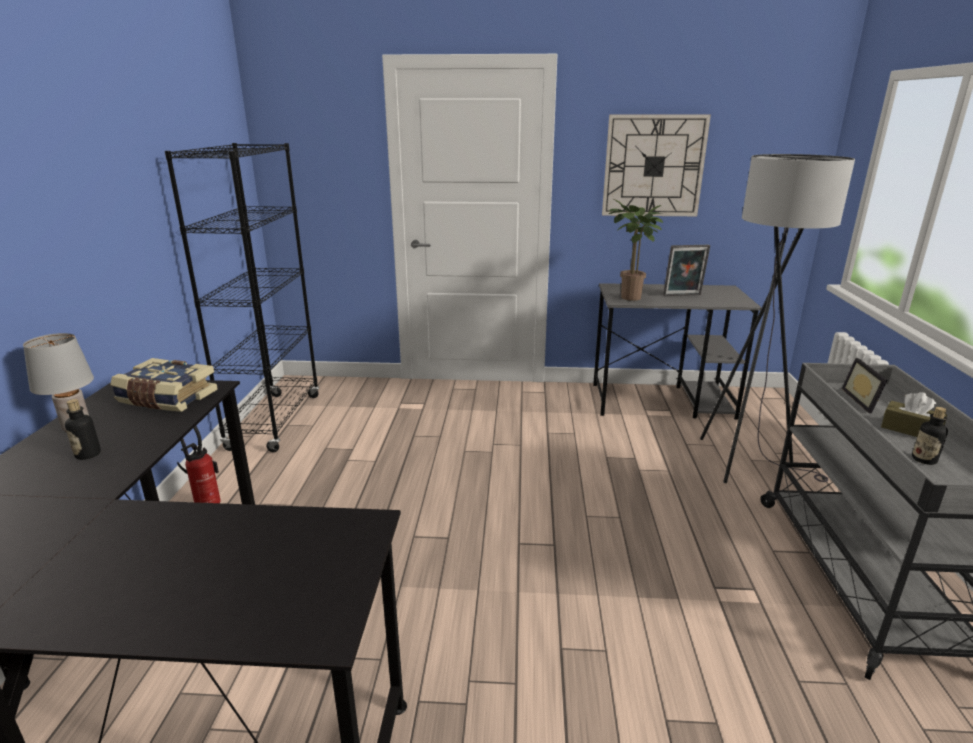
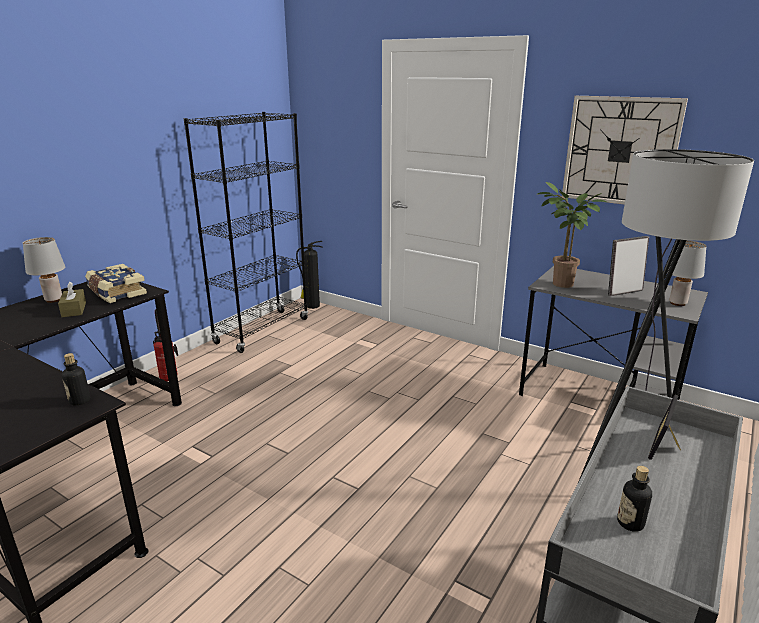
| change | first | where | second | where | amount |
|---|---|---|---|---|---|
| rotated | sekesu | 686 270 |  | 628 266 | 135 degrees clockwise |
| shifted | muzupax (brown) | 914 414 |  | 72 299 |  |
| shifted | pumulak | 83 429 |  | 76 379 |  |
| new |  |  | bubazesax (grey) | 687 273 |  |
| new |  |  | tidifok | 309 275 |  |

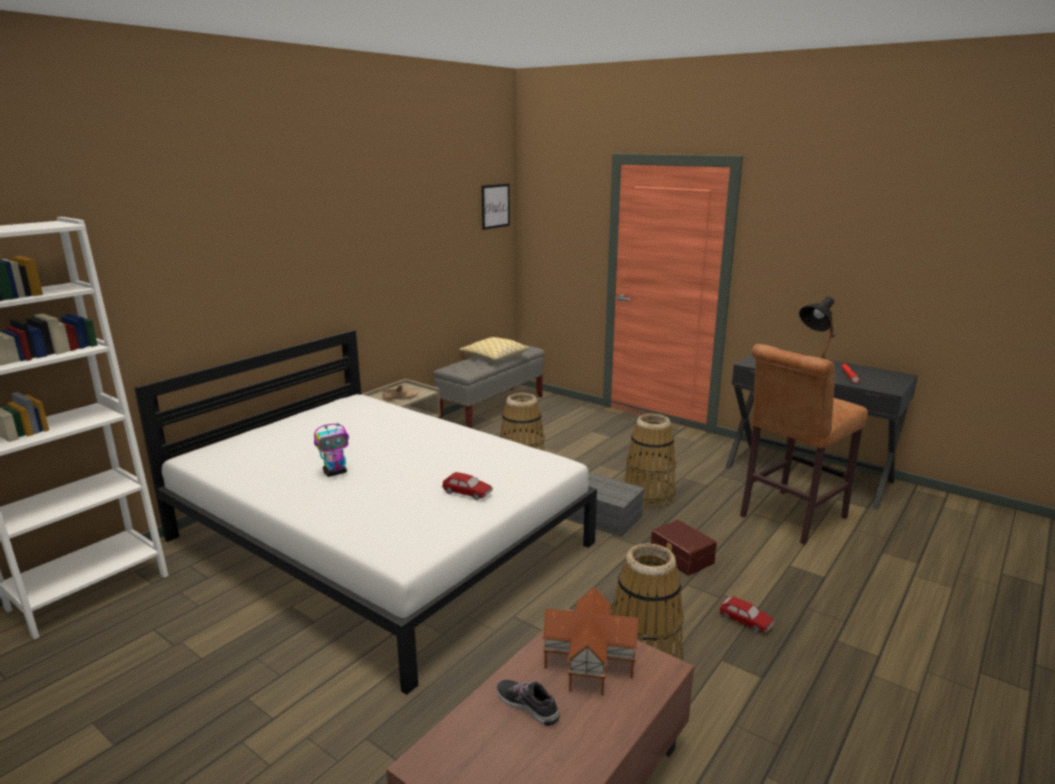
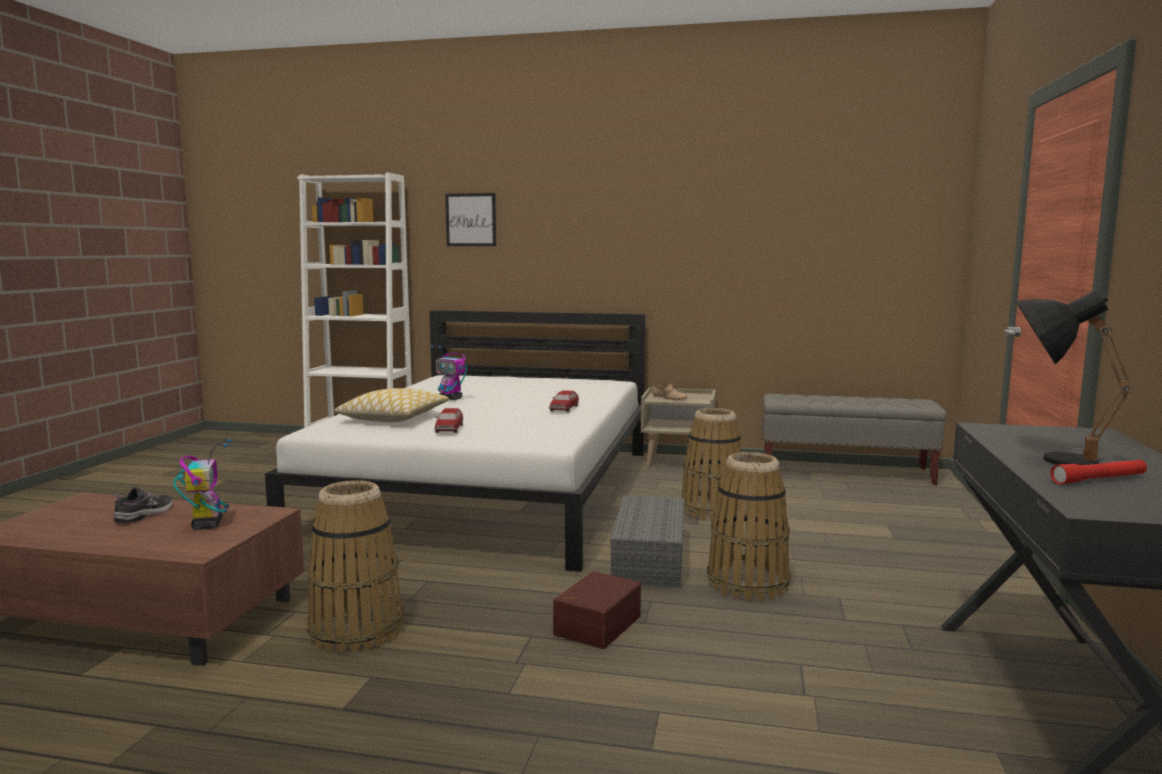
| change | first | where | second | where | amount |
|---|---|---|---|---|---|
| shifted | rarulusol | 495 207 |  | 470 219 |  |
| shifted | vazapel | 494 349 |  | 391 405 |  |
| gone | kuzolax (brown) | 804 444 |  |  |  |
| swapped | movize | 590 641 | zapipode | 202 484 |  |
| shifted | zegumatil | 746 614 |  | 564 401 |  |

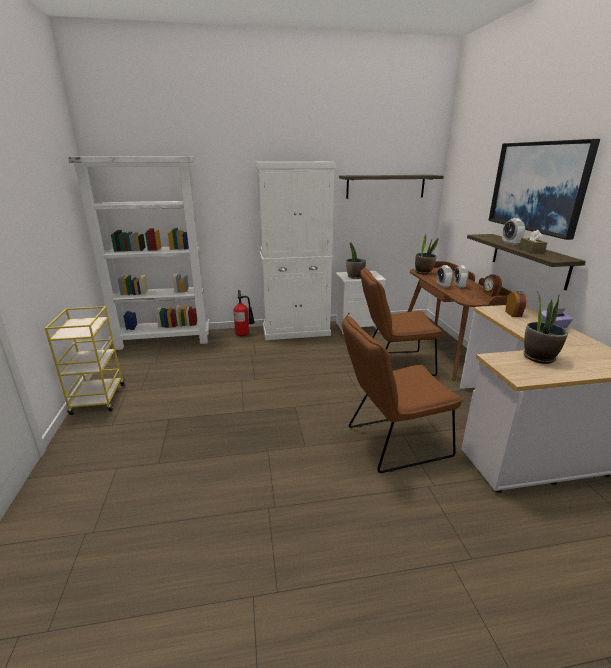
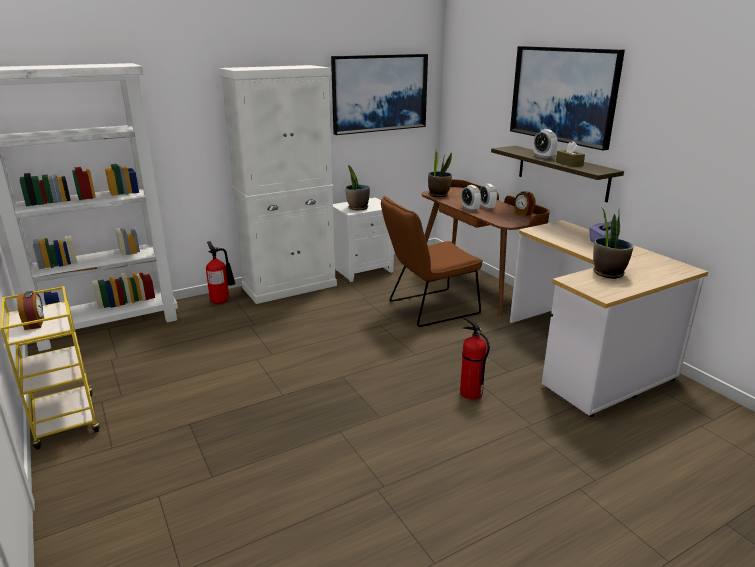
| change | first | where | second | where | amount |
|---|---|---|---|---|---|
| swapped | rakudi | 391 187 | rarulusol | 379 94 |  |
| shifted | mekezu | 516 304 |  | 30 310 |  |
| swapped | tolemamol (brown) | 402 394 | tidifok | 475 358 |  |

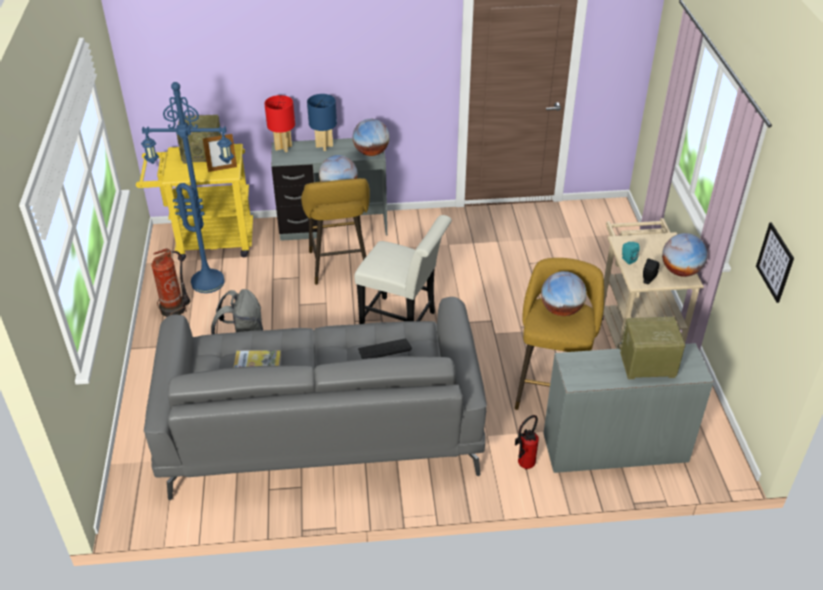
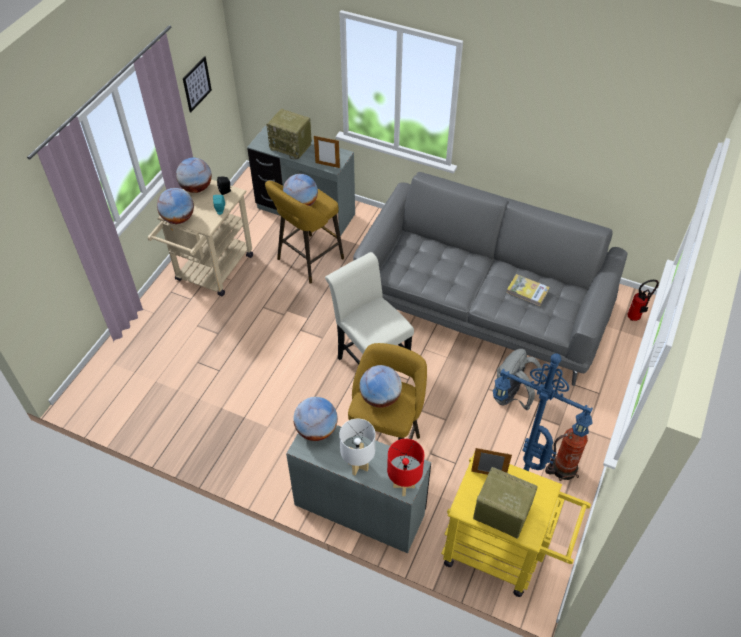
| change | first | where | second | where | amount |
|---|---|---|---|---|---|
| repainted | bubazesax (blue) | 322 122 | bubazesax (white) | 357 447 |  |
| gone | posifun | 385 348 |  |  |  |
| shifted | tidifok | 527 442 |  | 643 300 |  |
| new |  |  | sekesu | 327 152 |  |
| new |  |  | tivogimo | 175 206 |  |

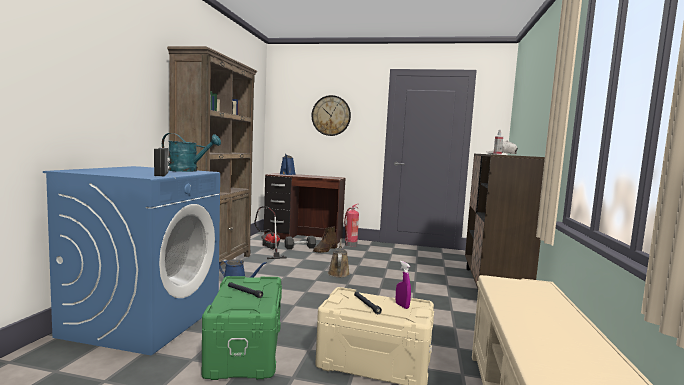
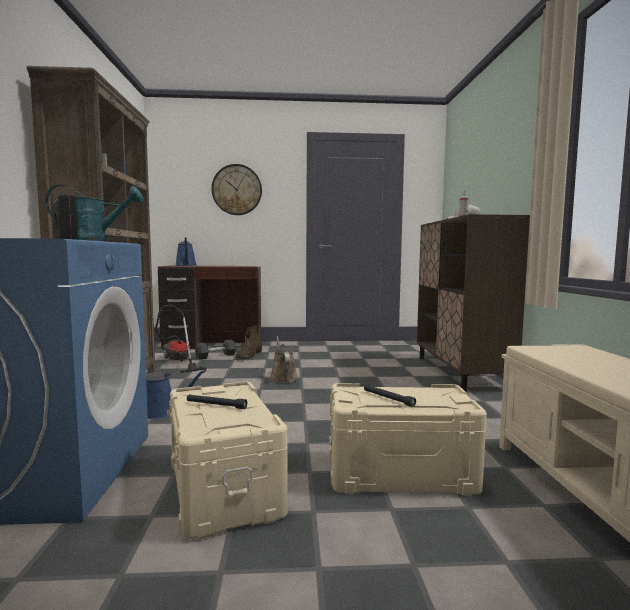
| change | first | where | second | where | amount |
|---|---|---|---|---|---|
| gone | tidifok | 351 225 |  |  |  |
| gone | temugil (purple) | 403 285 |  |  |  |
| repainted | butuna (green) | 242 328 | butuna (beige) | 228 460 |  |

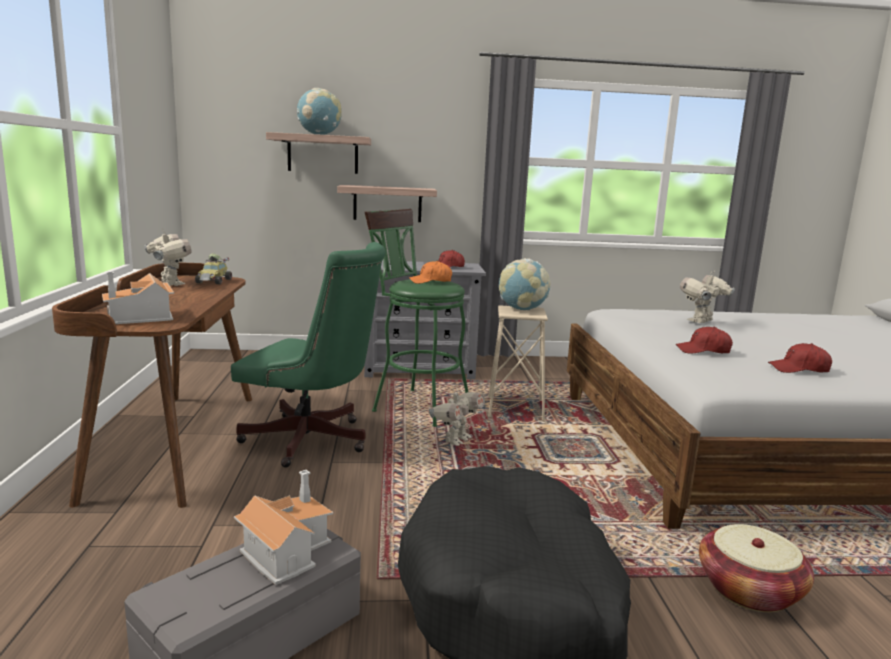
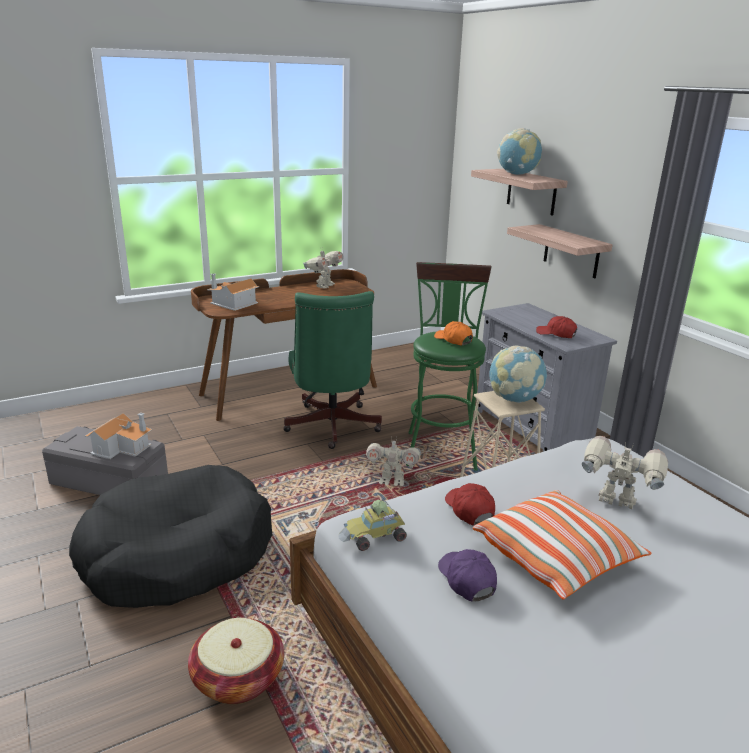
| change | first | where | second | where | amount |
|---|---|---|---|---|---|
| shifted | zegumatil | 213 268 |  | 372 525 |  |
| repainted | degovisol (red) | 800 358 | degovisol (purple) | 467 575 |  |
| new |  |  | vazapel | 562 545 |  |

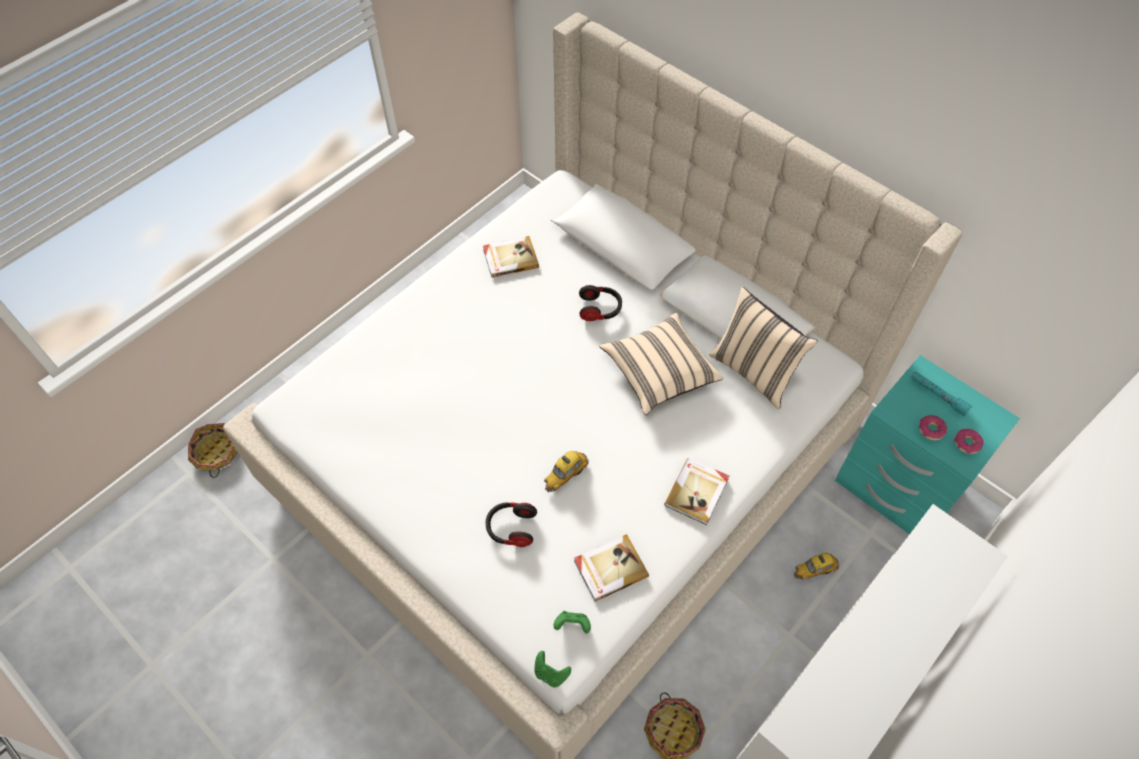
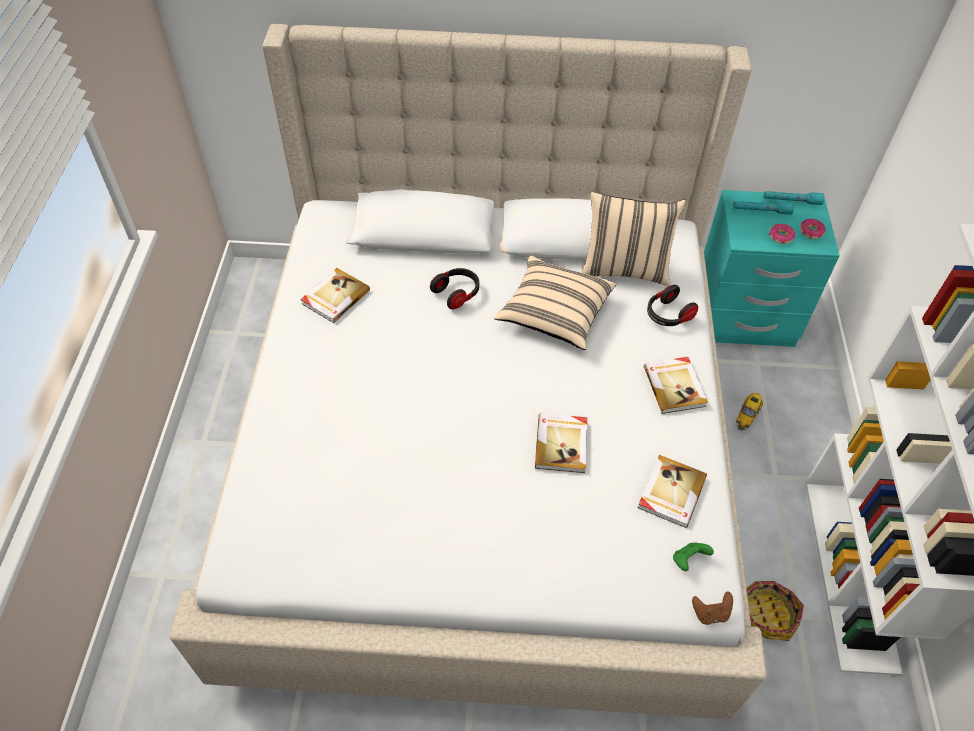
| change | first | where | second | where | amount |
|---|---|---|---|---|---|
| gone | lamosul | 212 450 |  |  |  |
| swapped | zegumatil | 566 471 | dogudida | 561 443 |  |
| shifted | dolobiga | 511 524 |  | 672 305 |  |
| repainted | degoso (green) | 552 669 | degoso (brown) | 712 608 |  |
| new |  |  | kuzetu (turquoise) | 793 198 |  |

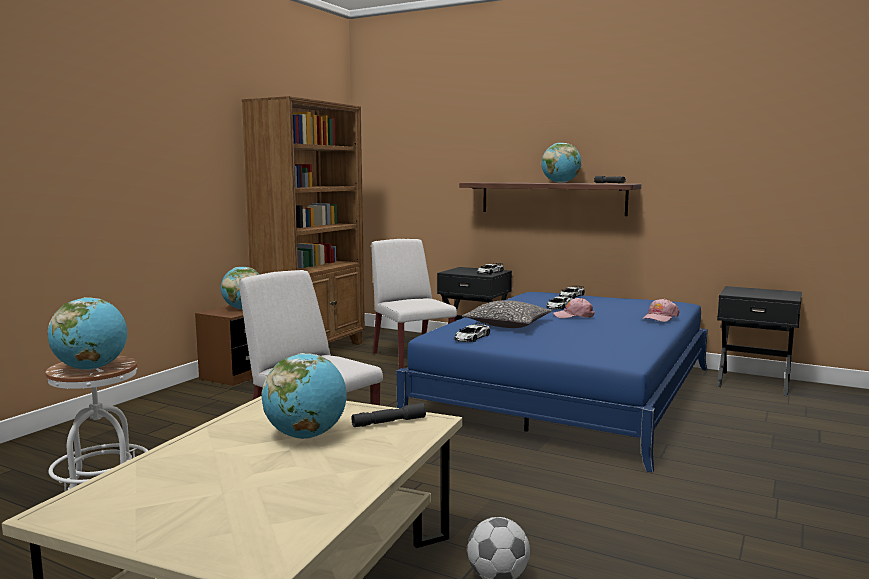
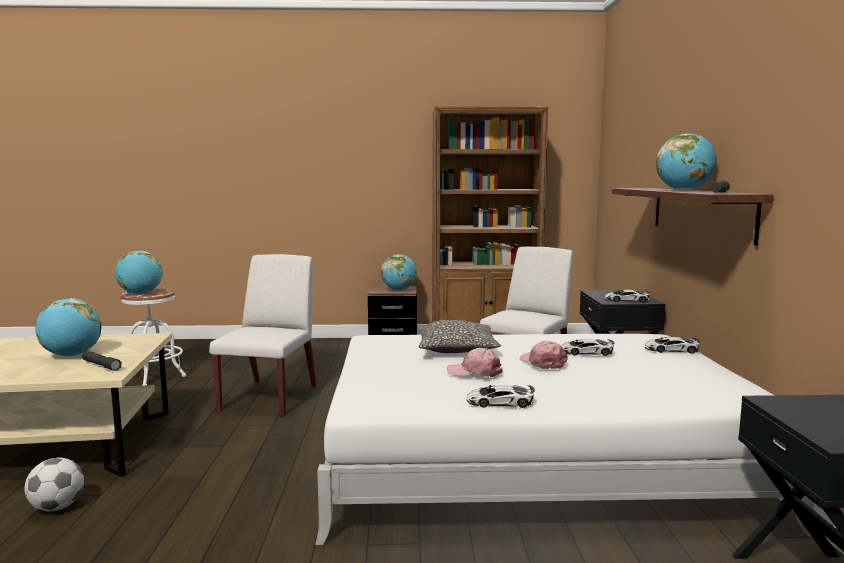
| change | first | where | second | where | amount |
|---|---|---|---|---|---|
| repainted | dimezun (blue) | 552 382 | dimezun (white) | 564 439 |  |
| shifted | degovisol (pink) | 661 310 |  | 474 362 |  |
| shifted | zegumatil | 472 332 |  | 500 396 |  |

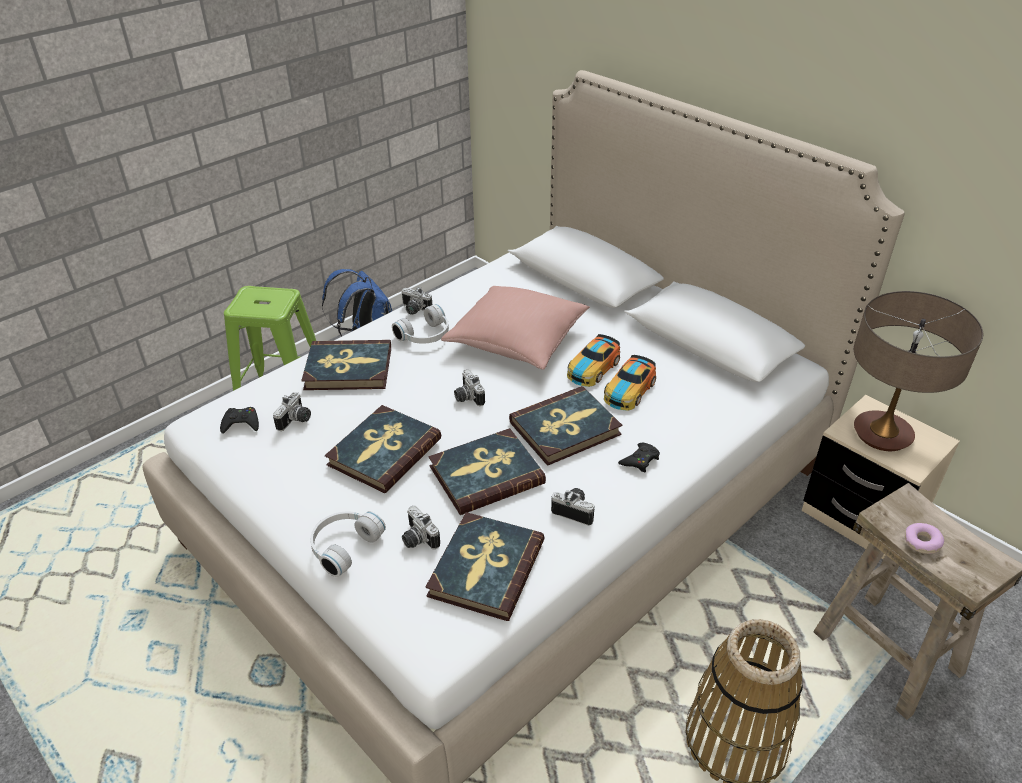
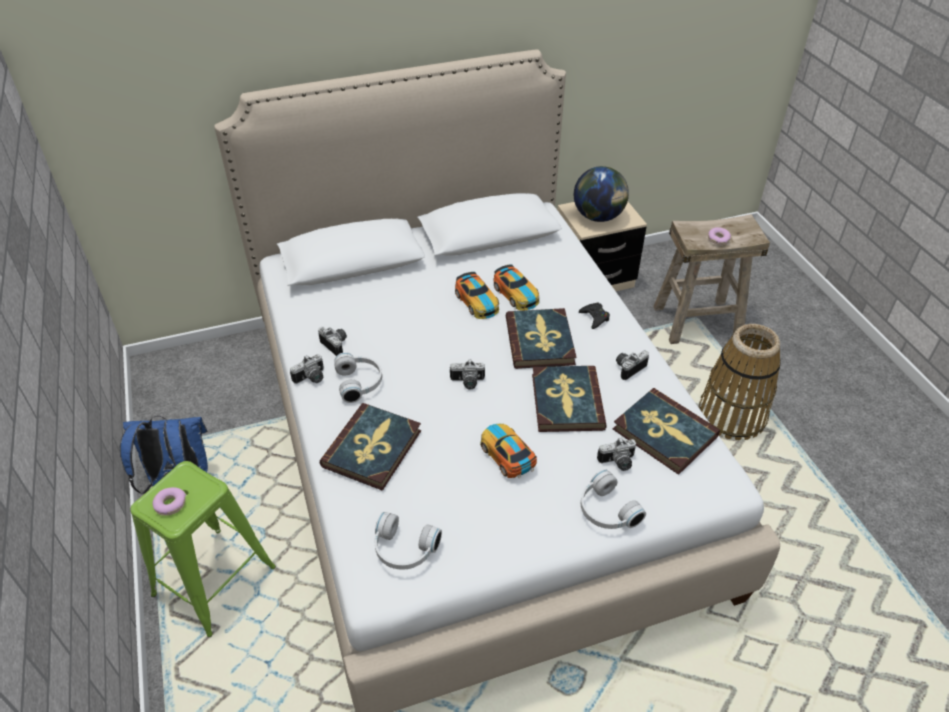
| change | first | where | second | where | amount |
|---|---|---|---|---|---|
| gone | vazapel (pink) | 515 328 |  |  |  |
| swapped | bubazesax | 918 371 | tivogimo | 601 194 |  |
| shifted | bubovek | 292 411 |  | 332 341 |  |
| swapped | dogudida | 383 449 | zegumatil | 508 451 |  |
| swapped | degoso (black) | 239 420 | dolobiga (white) | 408 541 |  |
| new |  |  | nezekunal | 169 501 |  |

